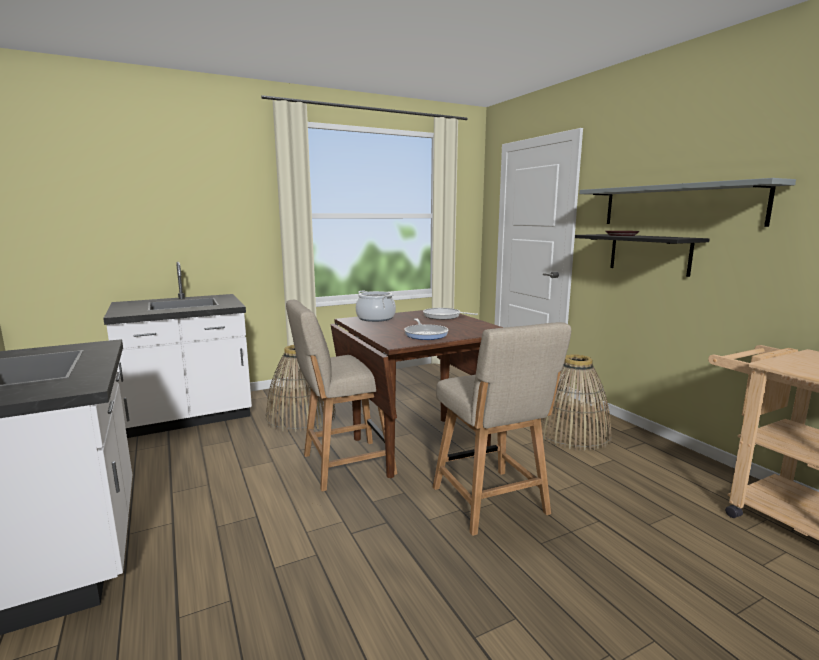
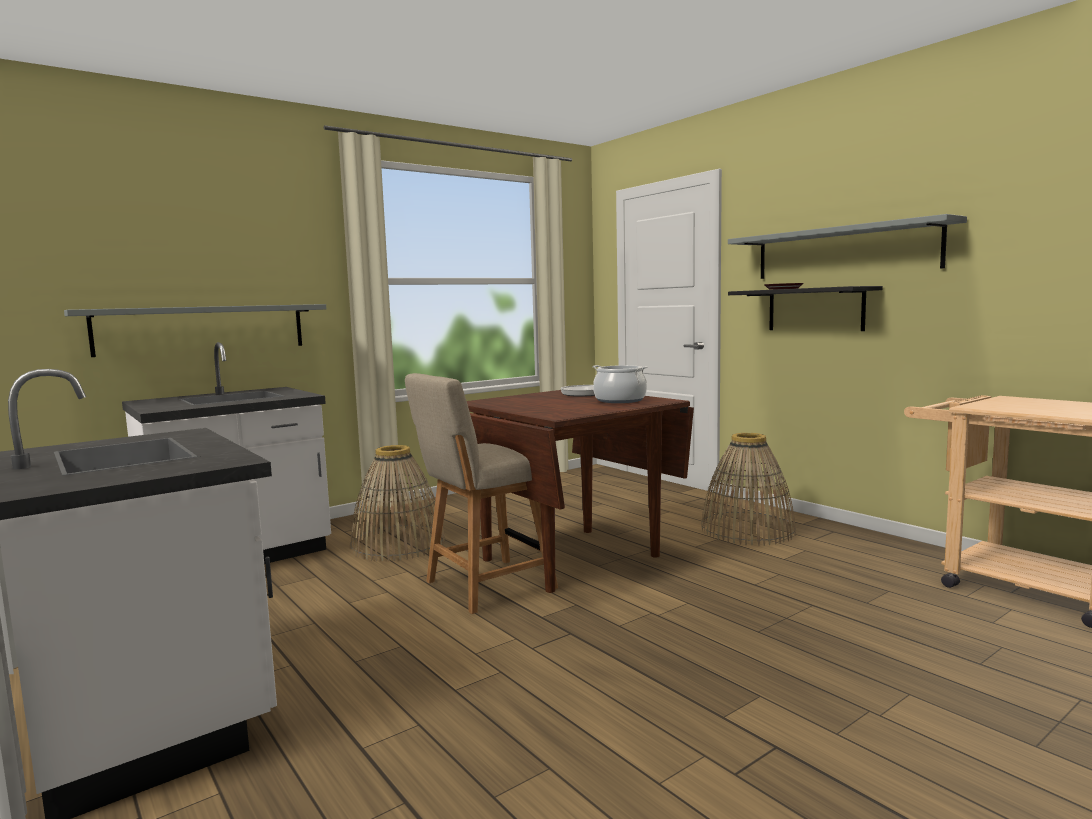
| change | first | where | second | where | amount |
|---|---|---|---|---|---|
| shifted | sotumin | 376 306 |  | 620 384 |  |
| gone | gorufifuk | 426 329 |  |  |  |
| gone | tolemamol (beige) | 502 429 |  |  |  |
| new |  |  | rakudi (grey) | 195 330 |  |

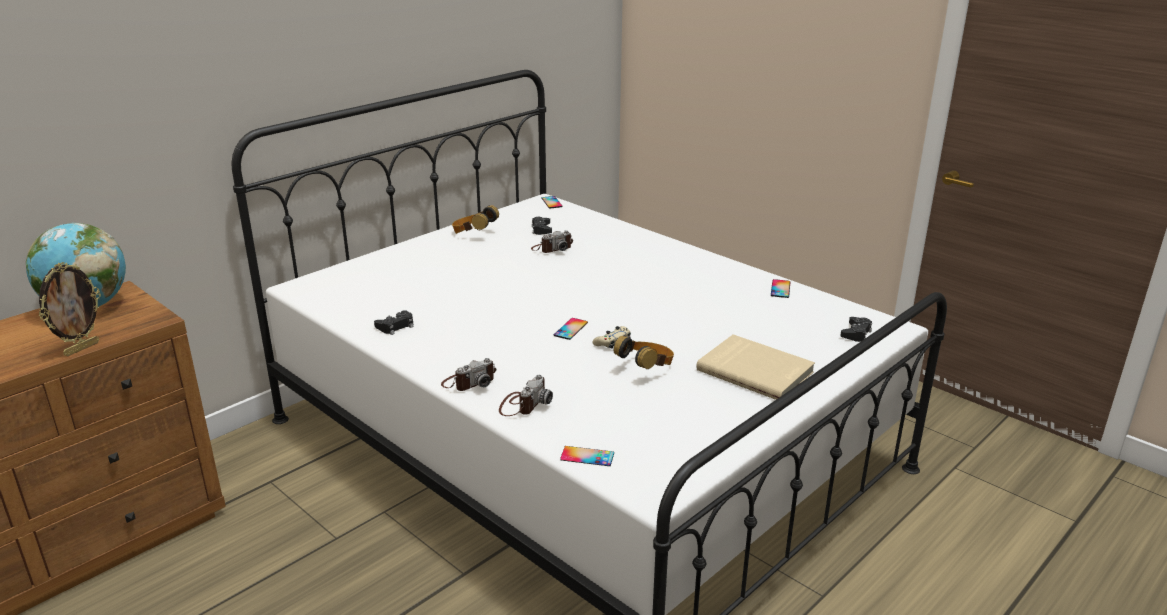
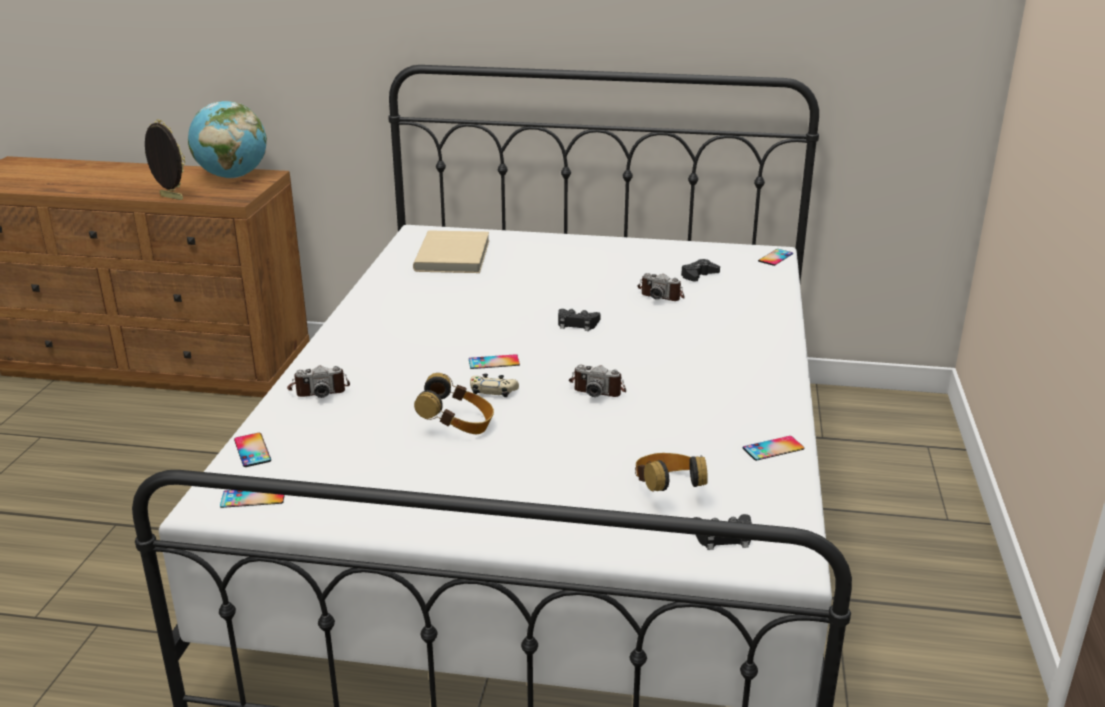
| change | first | where | second | where | amount |
|---|---|---|---|---|---|
| shifted | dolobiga | 475 219 |  | 671 472 |  |
| rotated | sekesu | 70 309 |  | 165 159 | 150 degrees counterclockwise |
| shifted | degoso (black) | 393 322 |  | 579 320 |  |
| shifted | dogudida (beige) | 755 367 |  | 451 251 |  |
| shifted | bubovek | 468 374 |  | 597 381 |  |
| new |  |  | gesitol | 252 499 |  |

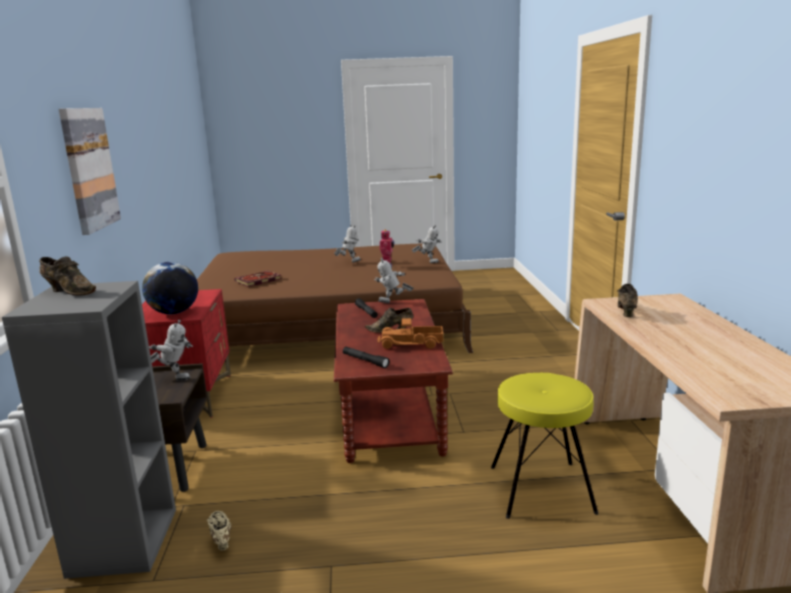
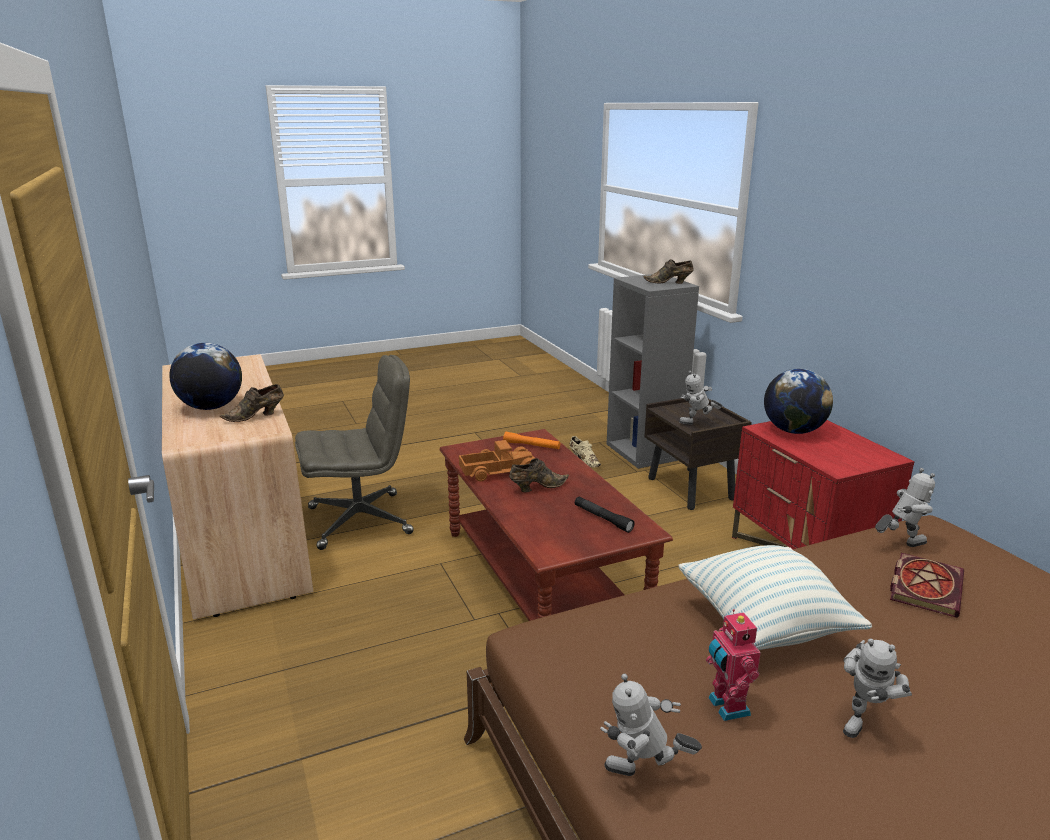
| change | first | where | second | where | amount |
|---|---|---|---|---|---|
| gone | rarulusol | 90 171 |  |  |  |
| shifted | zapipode | 393 280 |  | 905 507 |  |
| rotated | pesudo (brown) | 627 300 |  | 252 403 | 60 degrees clockwise |
| repainted | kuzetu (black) | 366 357 | kuzetu (orange) | 531 440 |  |
| swapped | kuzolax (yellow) | 545 446 | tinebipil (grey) | 354 452 |  |
| new |  |  | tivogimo | 205 376 |  |
| new |  |  | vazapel | 775 597 |  |

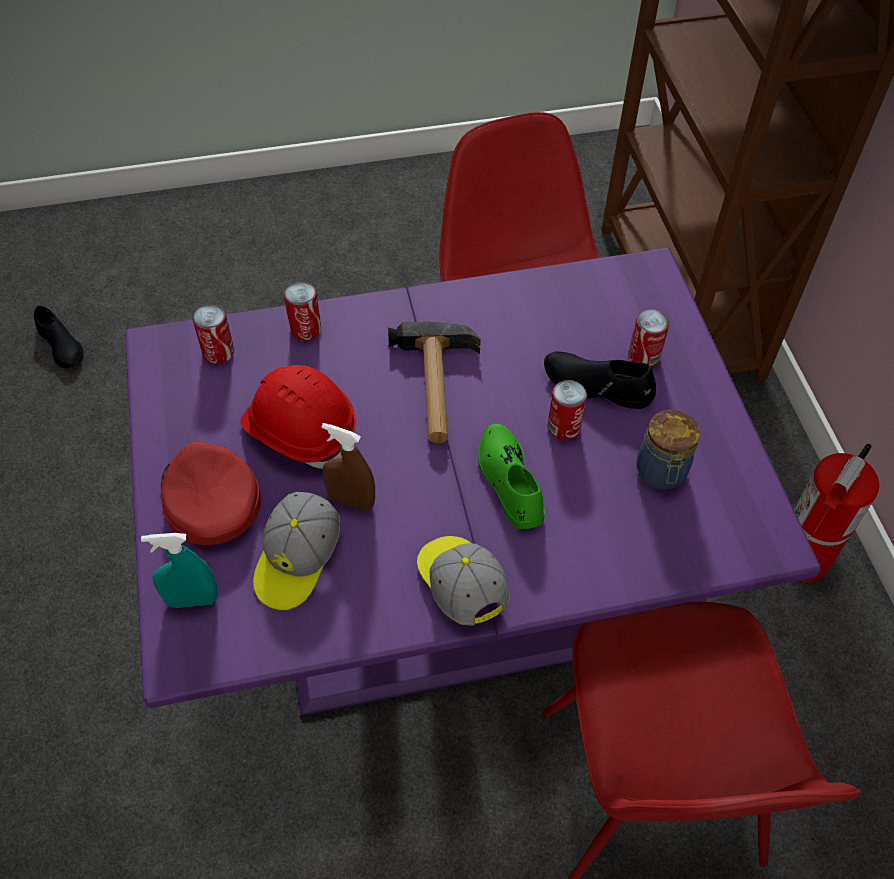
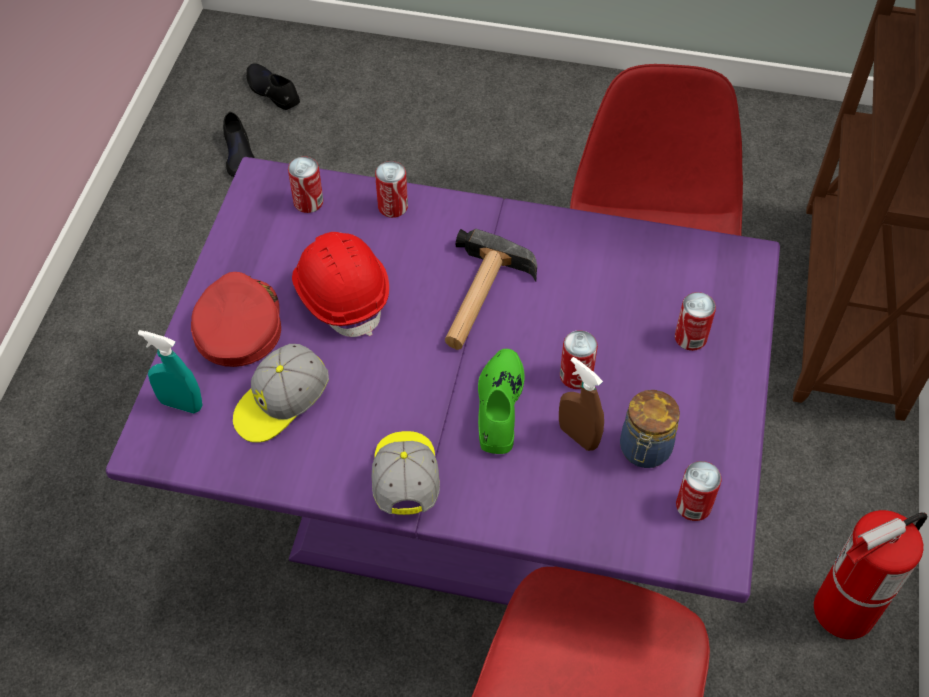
| change | first | where | second | where | amount |
|---|---|---|---|---|---|
| shifted | pesudo (black) | 600 380 |  | 273 86 |  |
| shifted | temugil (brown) | 348 467 |  | 581 404 |  |
| new |  |  | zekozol | 699 491 |  |

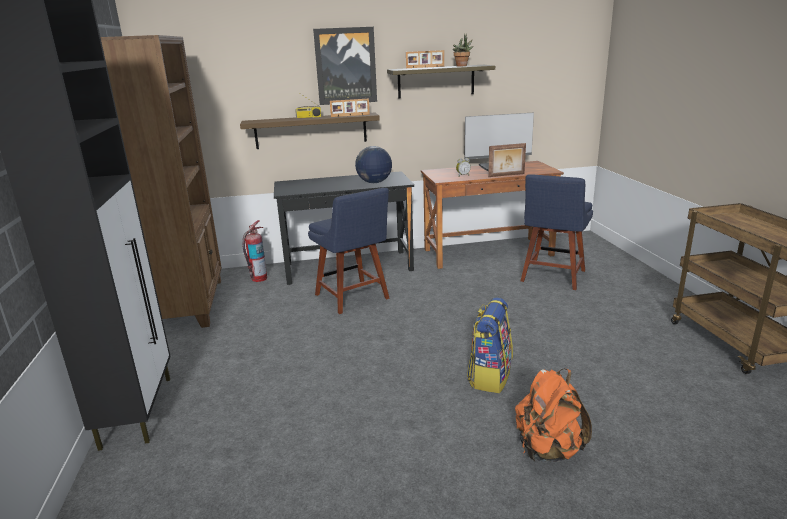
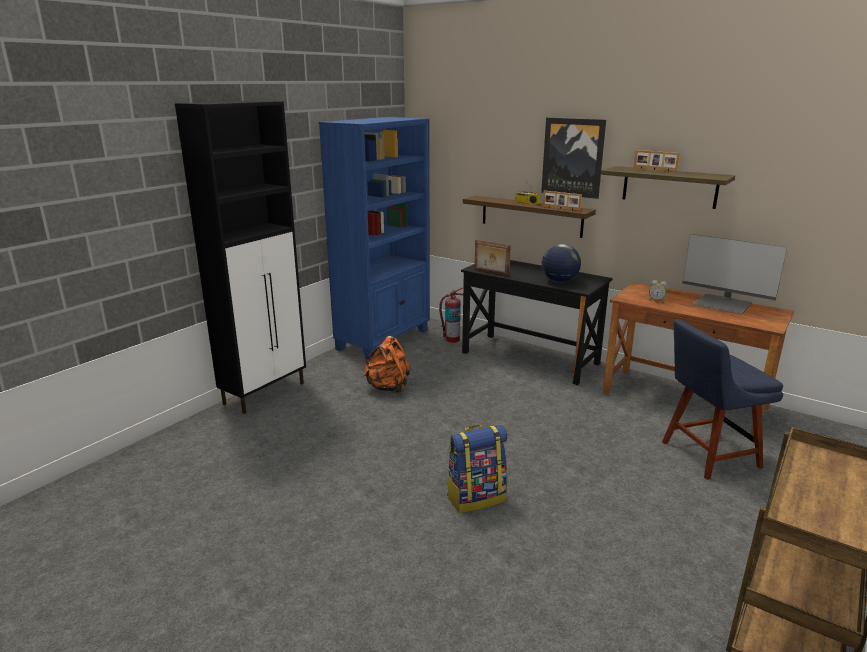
| change | first | where | second | where | amount |
|---|---|---|---|---|---|
| gone | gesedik | 463 50 |  |  |  |
| repainted | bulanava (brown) | 161 181 | bulanava (blue) | 374 238 |  |
| shifted | sekesu | 507 160 |  | 492 258 |  |
| gone | tolemamol (blue) | 349 251 |  |  |  |
| shifted | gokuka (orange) | 553 415 |  | 387 365 |  |

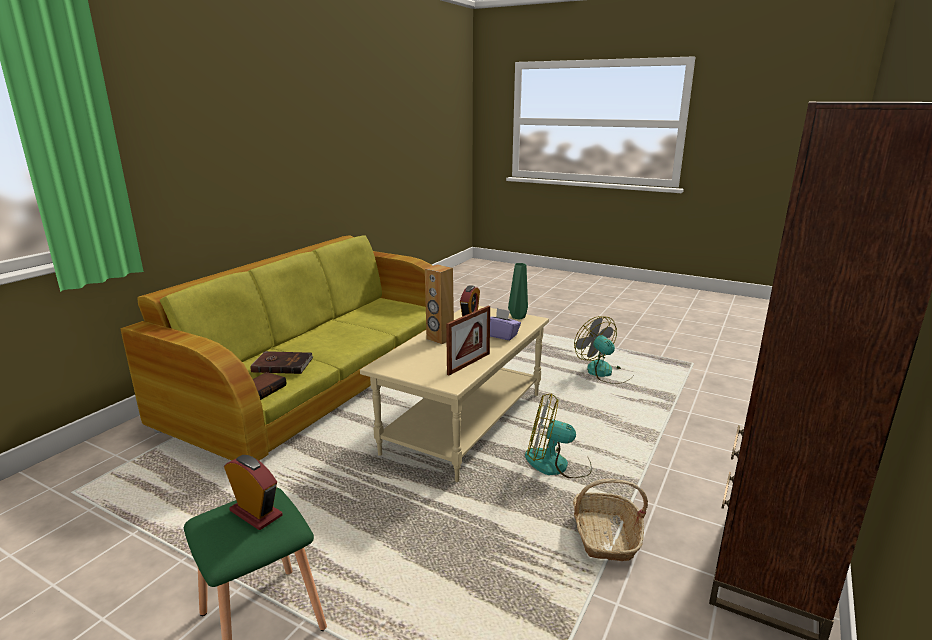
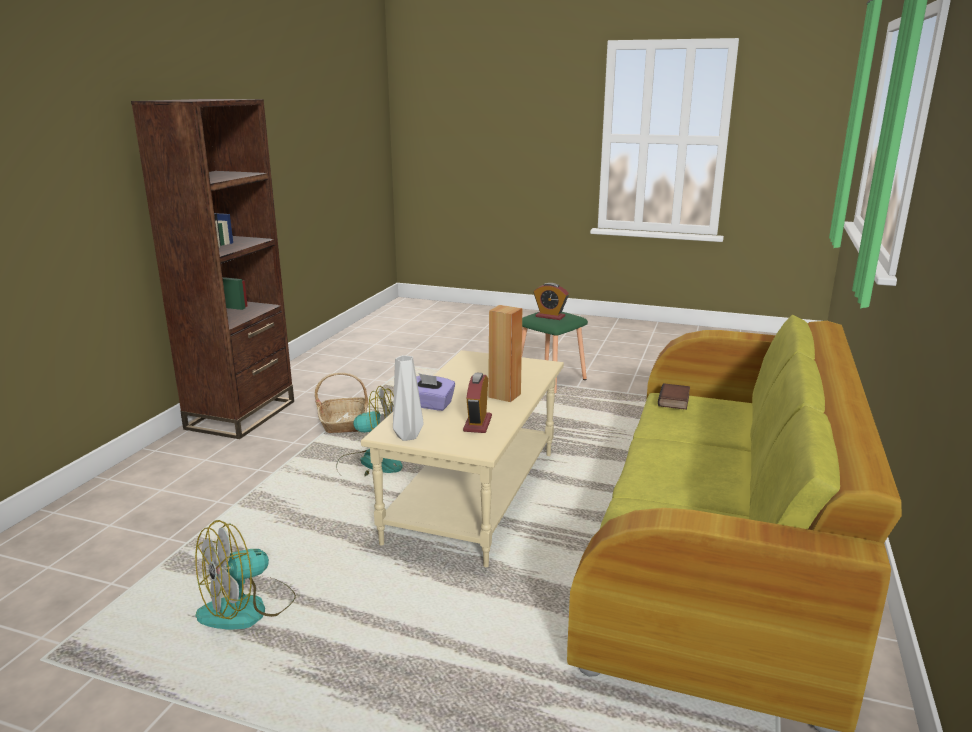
| change | first | where | second | where | amount |
|---|---|---|---|---|---|
| repainted | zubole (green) | 518 291 | zubole (grey) | 408 398 |  |
| gone | sekesu | 468 341 |  |  |  |
| rotated | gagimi | 604 350 |  | 245 575 | 90 degrees clockwise |
| gone | dogudida (brown) | 282 362 |  |  |  |

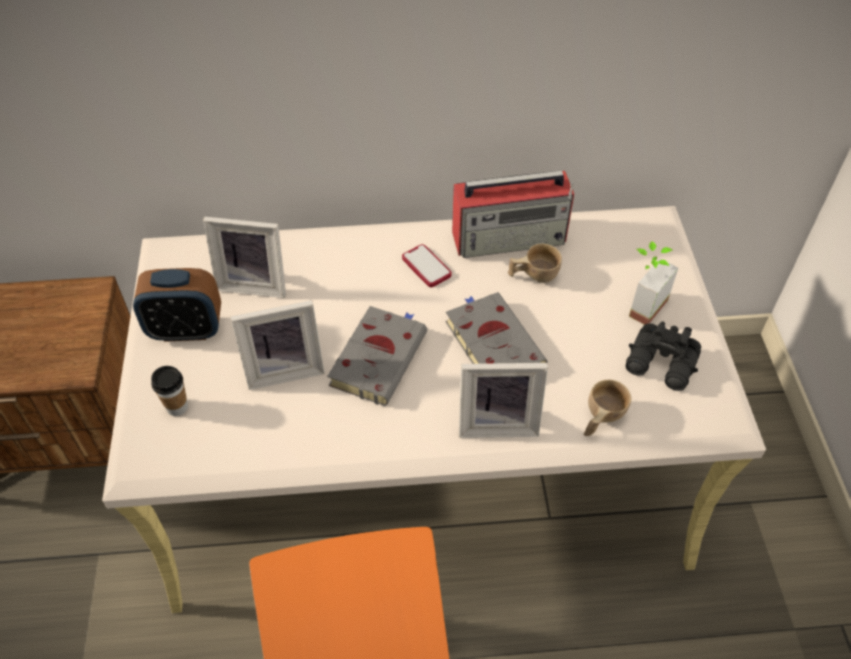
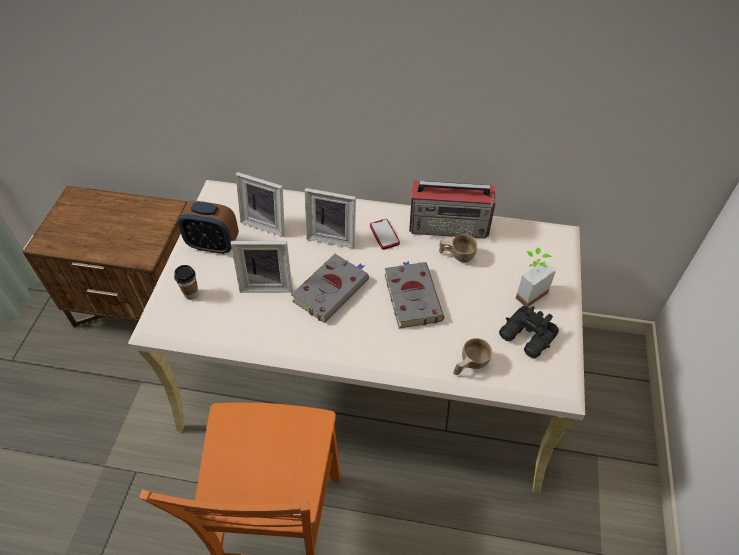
| change | first | where | second | where | amount |
|---|---|---|---|---|---|
| shifted | sekesu | 503 400 |  | 330 218 |  |

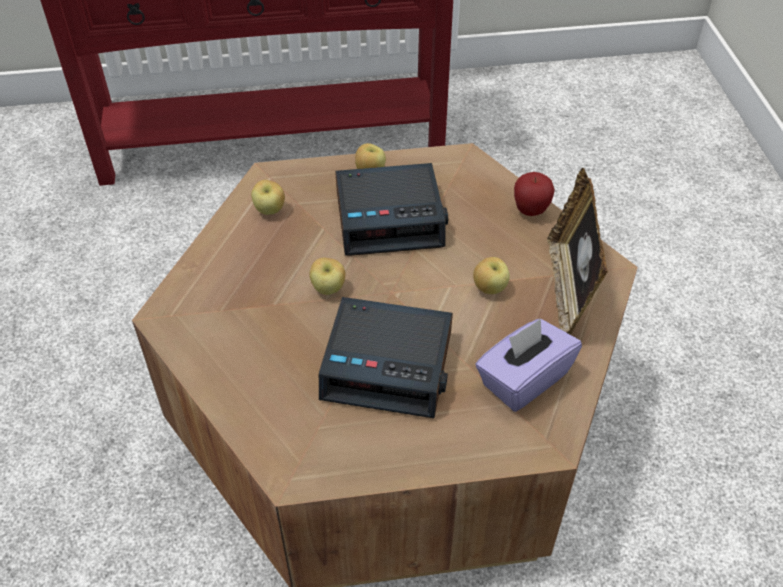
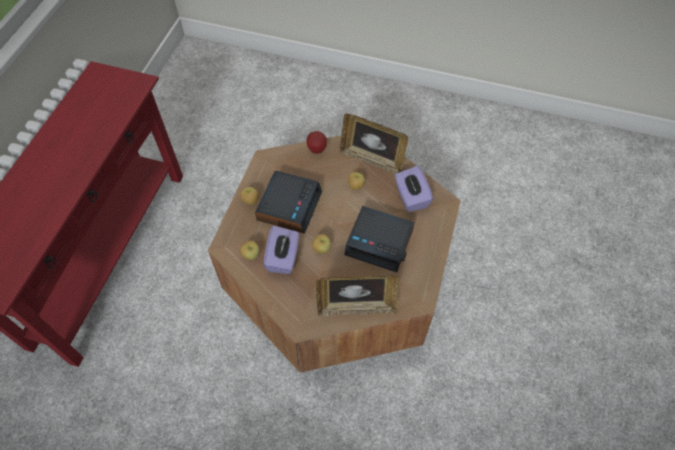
| change | first | where | second | where | amount |
|---|---|---|---|---|---|
| rotated | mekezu | 386 358 |  | 380 239 | 75 degrees clockwise |
| new |  |  | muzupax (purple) | 281 250 |  |
| new |  |  | sekesu | 357 295 |  |

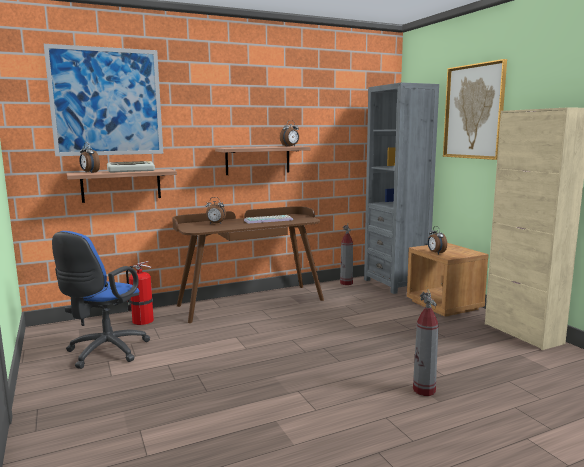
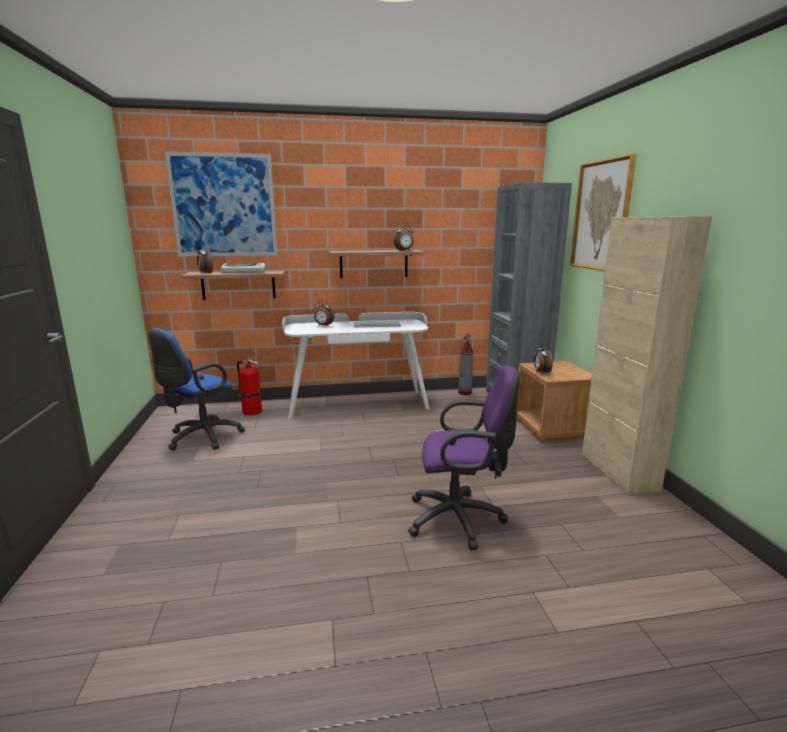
| change | first | where | second | where | amount |
|---|---|---|---|---|---|
| repainted | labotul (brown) | 248 264 | labotul (white) | 356 365 |  |
| swapped | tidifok | 425 342 | tinebipil (purple) | 464 458 |  |

